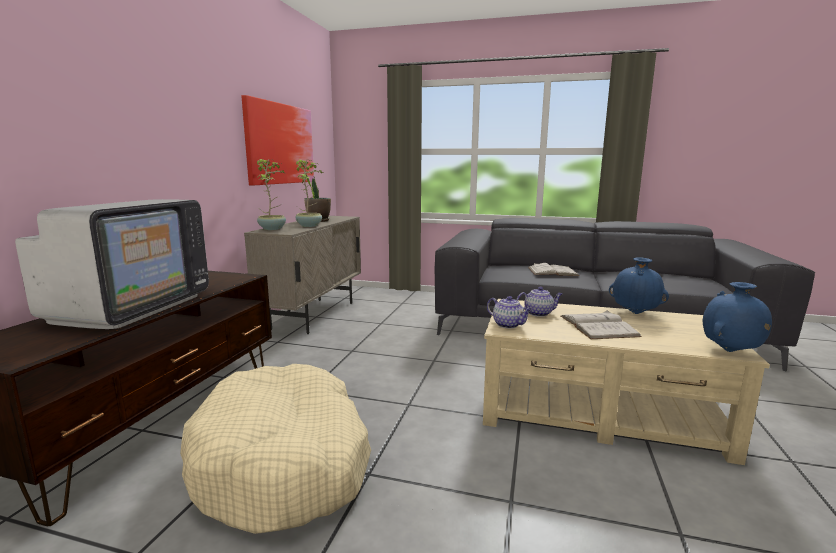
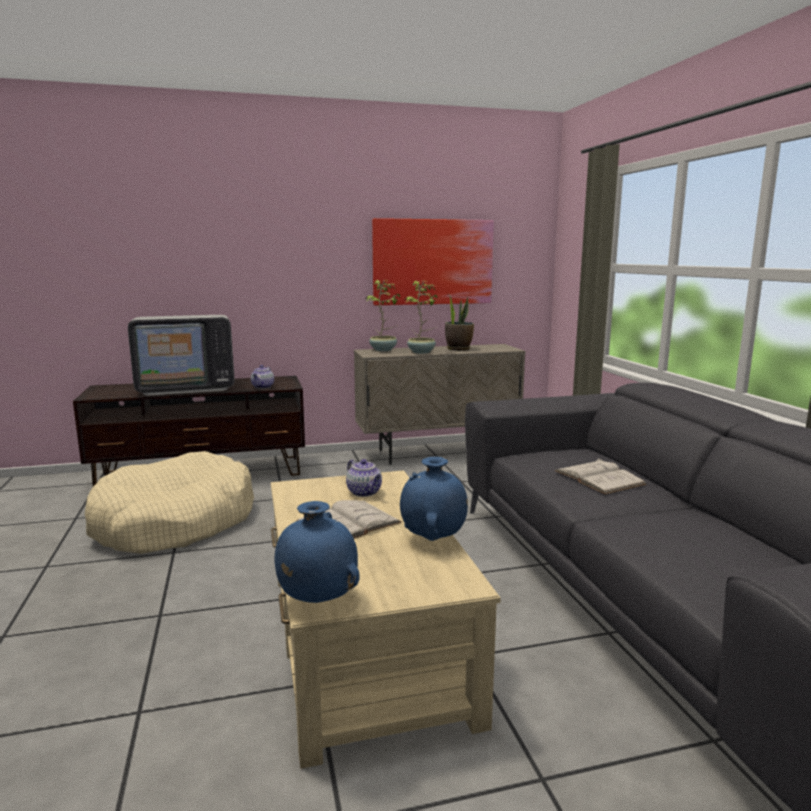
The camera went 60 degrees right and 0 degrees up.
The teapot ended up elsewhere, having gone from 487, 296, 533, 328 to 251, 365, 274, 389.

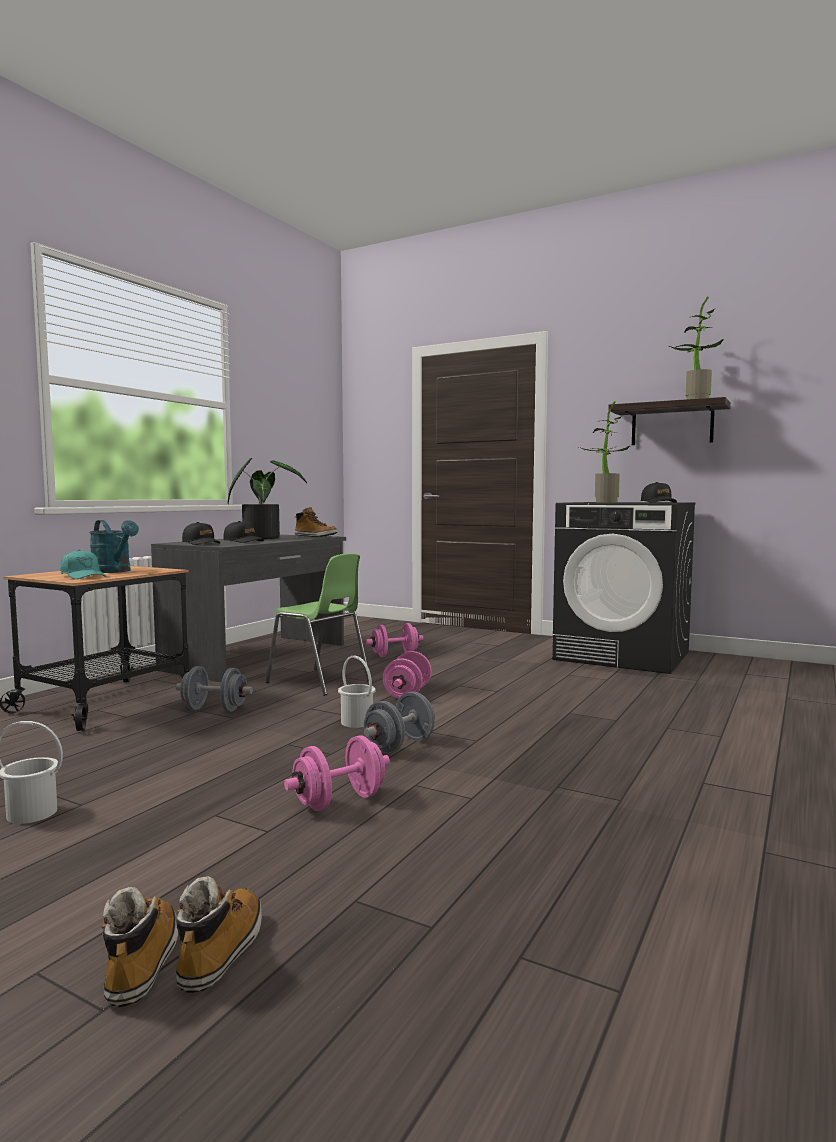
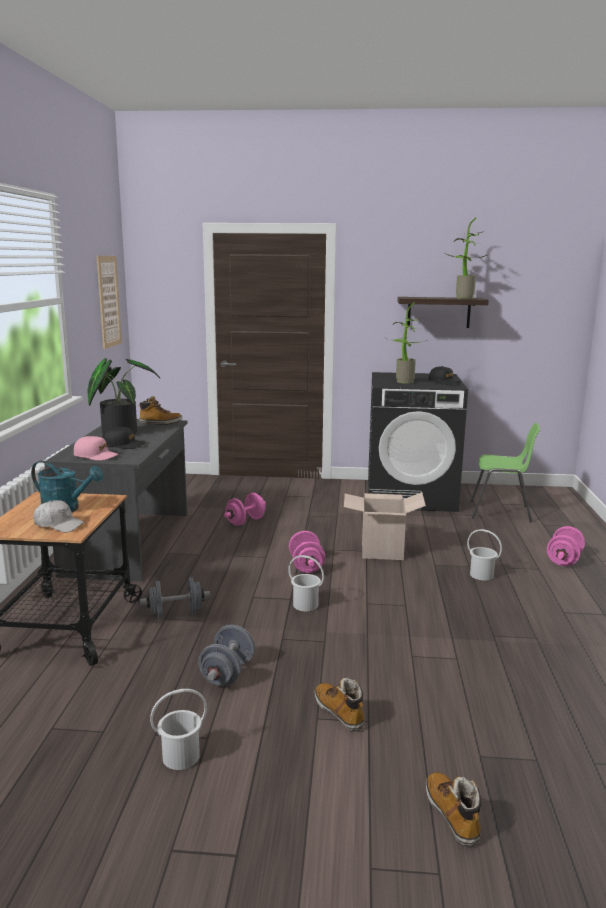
The camera went 25 degrees left and 10 degrees up.
What was the turquoise cap at 60, 550, 106, 579 turned into the white cap at 33, 500, 86, 533.
What was the black cap at 182, 522, 220, 545 turned into the pink cap at 74, 436, 119, 461.
The second view gained the picture at 97, 256, 122, 349.
The grey dumbbell ended up elsewhere, having gone from 364, 692, 435, 753 to 198, 625, 255, 686.
The boot ended up elsewhere, having gone from 101, 887, 178, 1007 to 315, 678, 365, 731.
The second view gained the cardboard box at 344, 492, 426, 560.
The second view gained the white bucket at 467, 529, 502, 581.
The green chair ended up elsewhere, having gone from 266, 553, 369, 696 to 471, 423, 540, 523.
The pink dumbbell ended up elsewhere, having gone from 284, 735, 390, 811 to 547, 526, 585, 566.

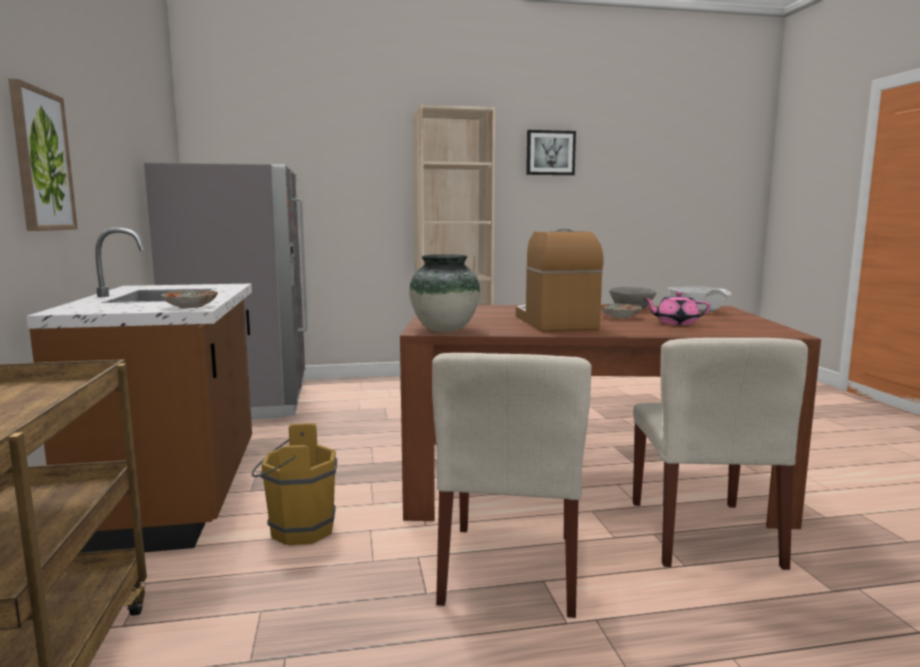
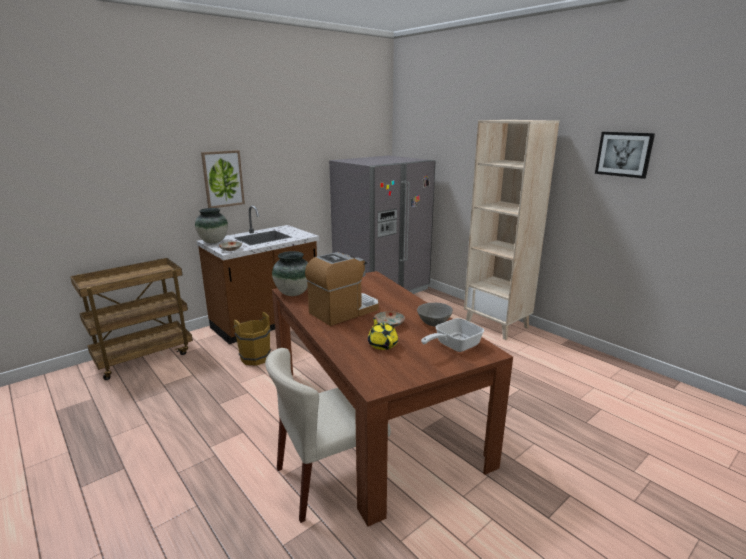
The camera went 60 degrees right and 10 degrees up.
The second view gained the vase at 195, 208, 228, 243.
What was the pink teapot at 644, 292, 710, 325 turned into the yellow teapot at 368, 318, 398, 350.
The second view lost the beige chair at 432, 353, 592, 618.

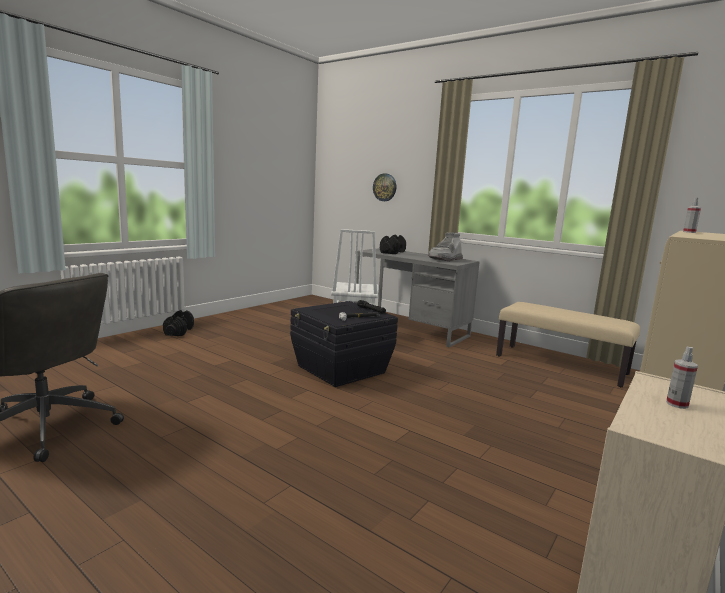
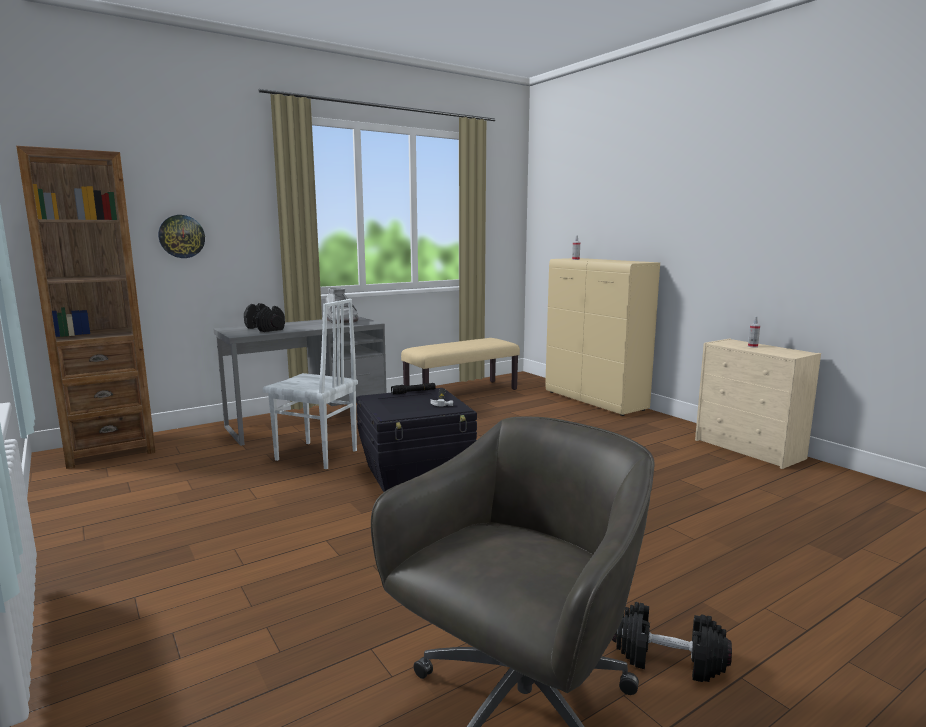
The camera went 70 degrees left and 0 degrees up.
The second view gained the brown bookcase at 16, 146, 156, 469.
The black dumbbell ended up elsewhere, having gone from 163, 310, 194, 336 to 612, 602, 732, 682.

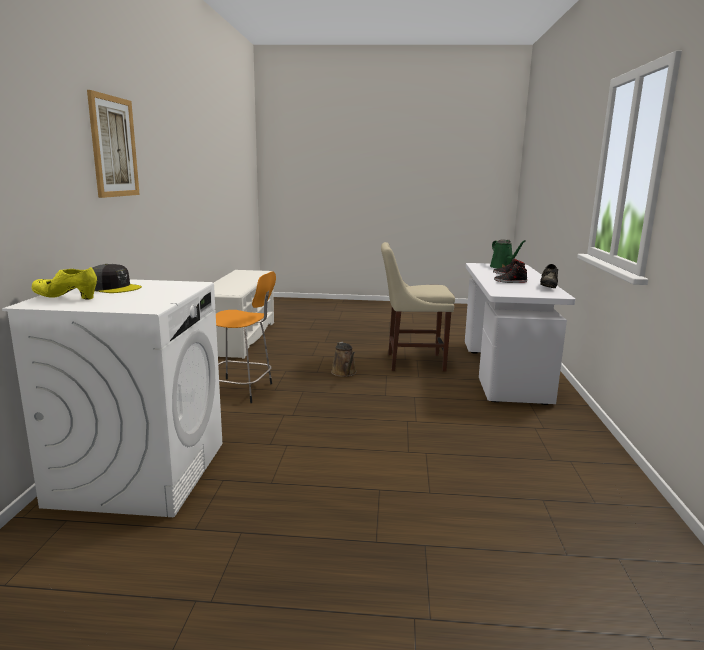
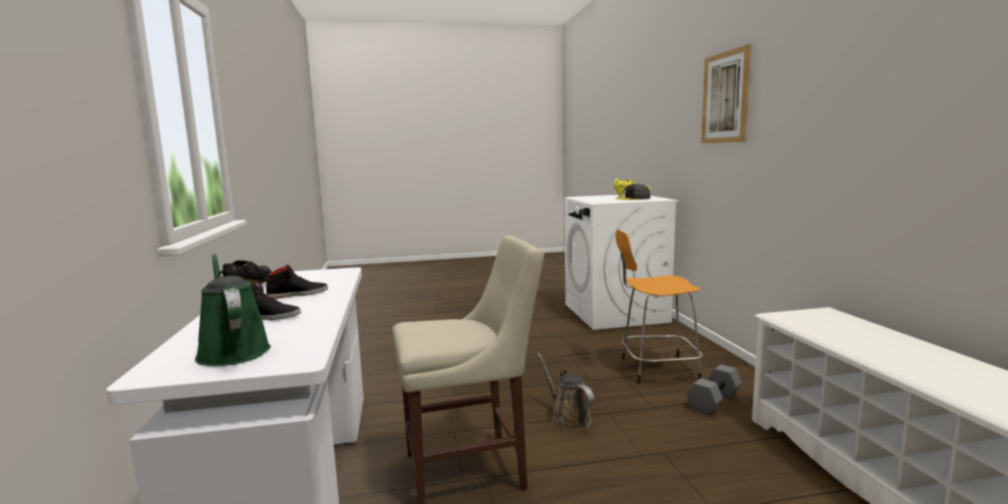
The camera went 165 degrees right and 5 degrees down.
The second view gained the grey dumbbell at 686, 364, 742, 415.

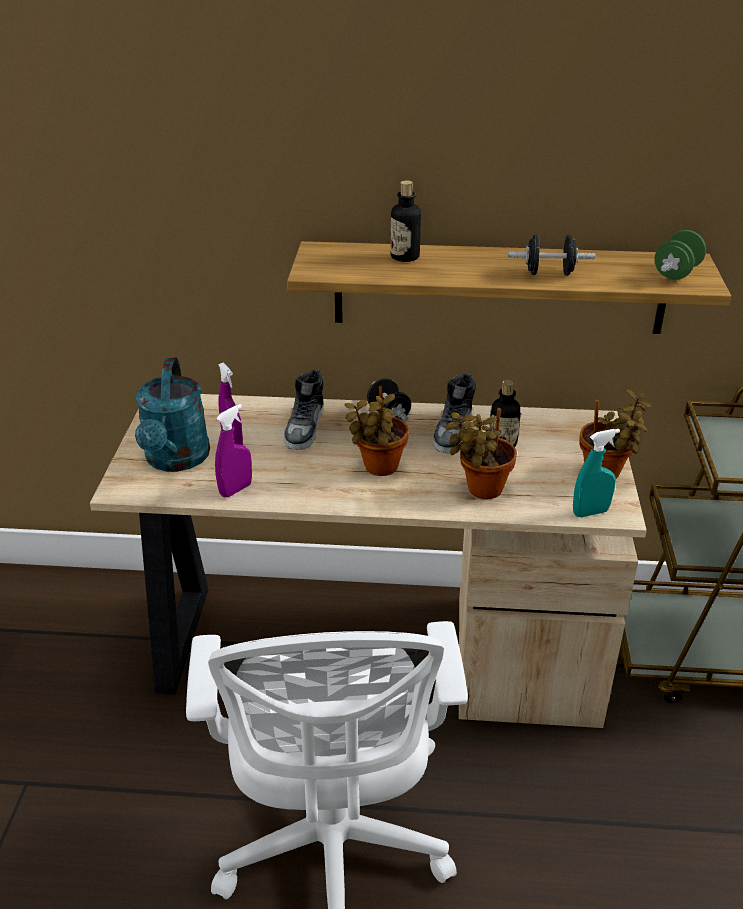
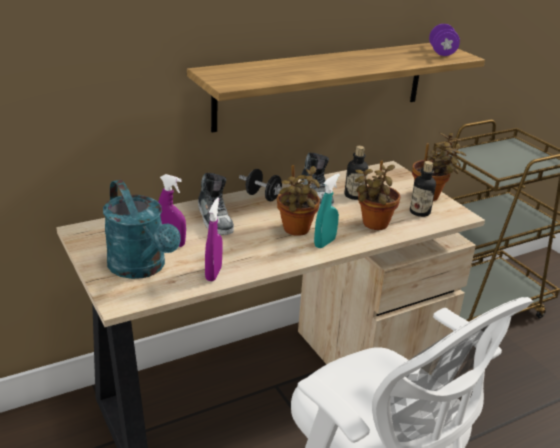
The camera went 35 degrees left and 5 degrees down.
The turquoise spray bottle ended up elsewhere, having gone from 573, 429, 620, 517 to 314, 174, 340, 248.
The bottle ended up elsewhere, having gone from 391, 180, 421, 262 to 410, 161, 436, 217.
What was the green dumbbell at 654, 230, 706, 280 turned into the purple dumbbell at 429, 24, 460, 56.
The second view lost the black dumbbell at 508, 235, 595, 276.

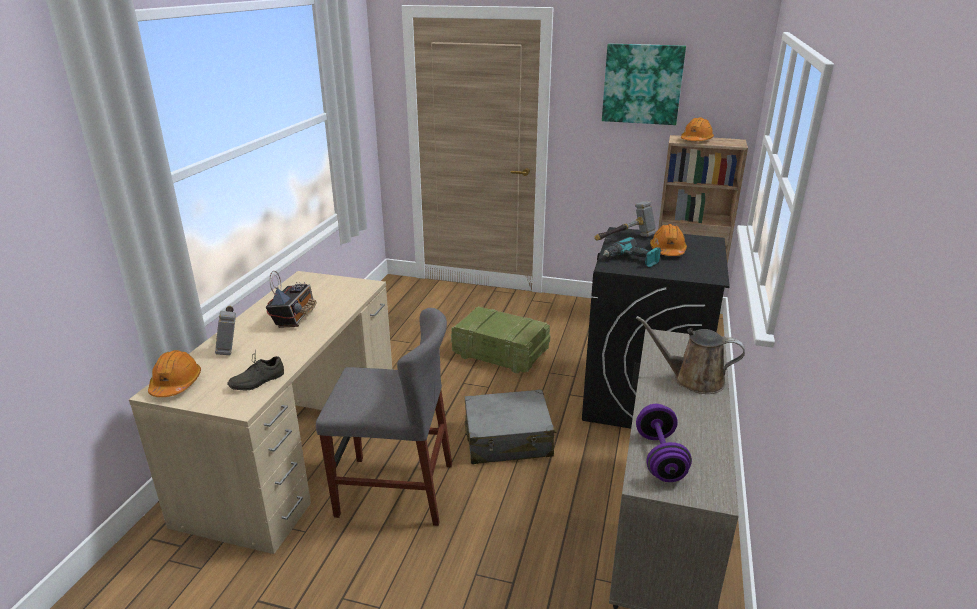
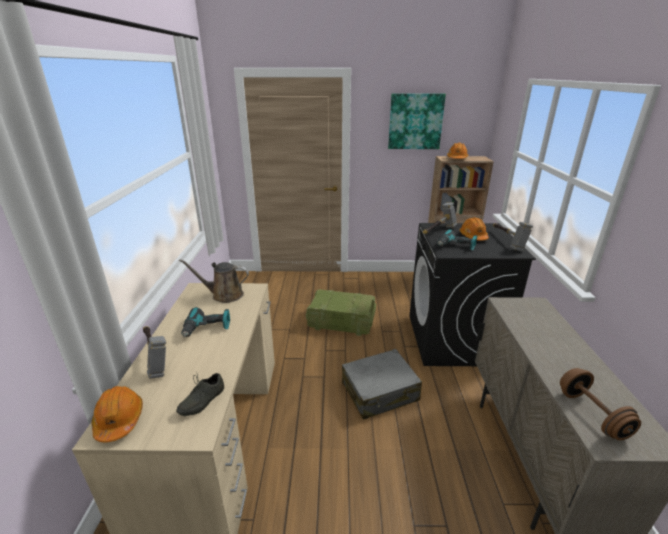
The camera went 15 degrees left and 0 degrees up.
The brown watering can ended up elsewhere, having gone from 636, 316, 745, 394 to 179, 259, 249, 303.
Where the radio stood at 266, 271, 317, 328, the power drill came to stand at 181, 307, 230, 337.
The second view gained the hammer at 493, 222, 533, 252.
What was the purple dumbbell at 636, 404, 692, 482 turned into the brown dumbbell at 560, 368, 641, 440.
The second view lost the grey chair at 316, 308, 452, 526.

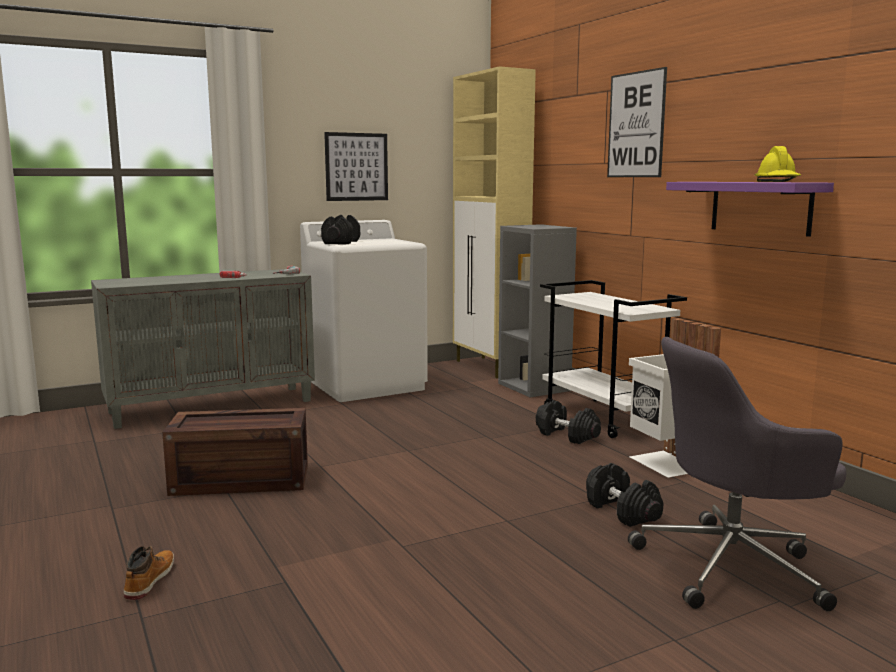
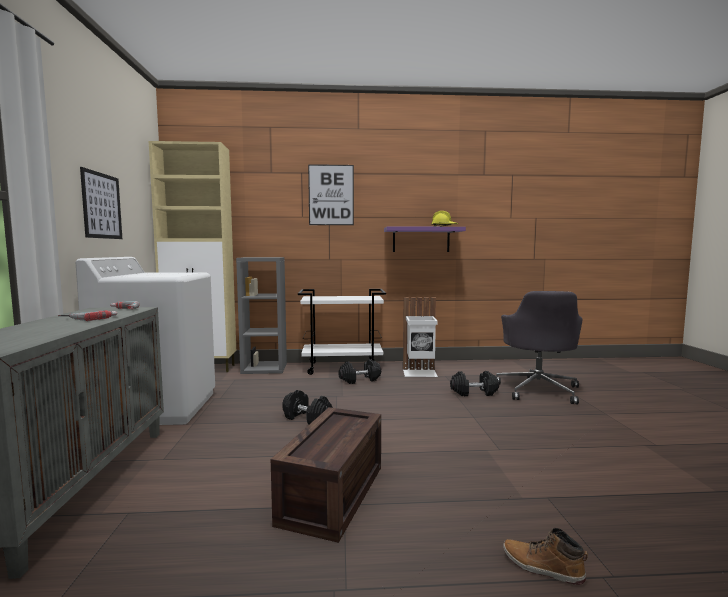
The camera went 65 degrees left and 5 degrees down.
The black dumbbell ended up elsewhere, having gone from 321, 215, 360, 244 to 282, 390, 333, 425.

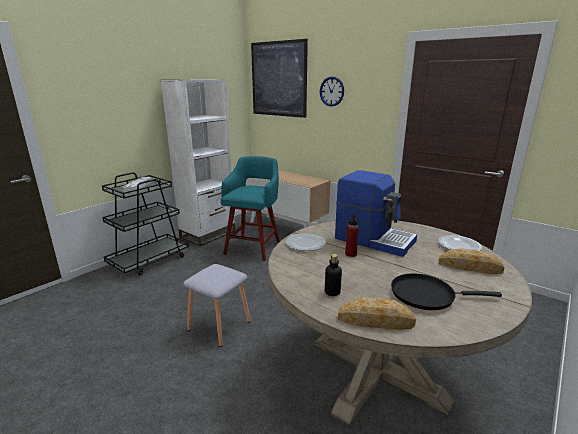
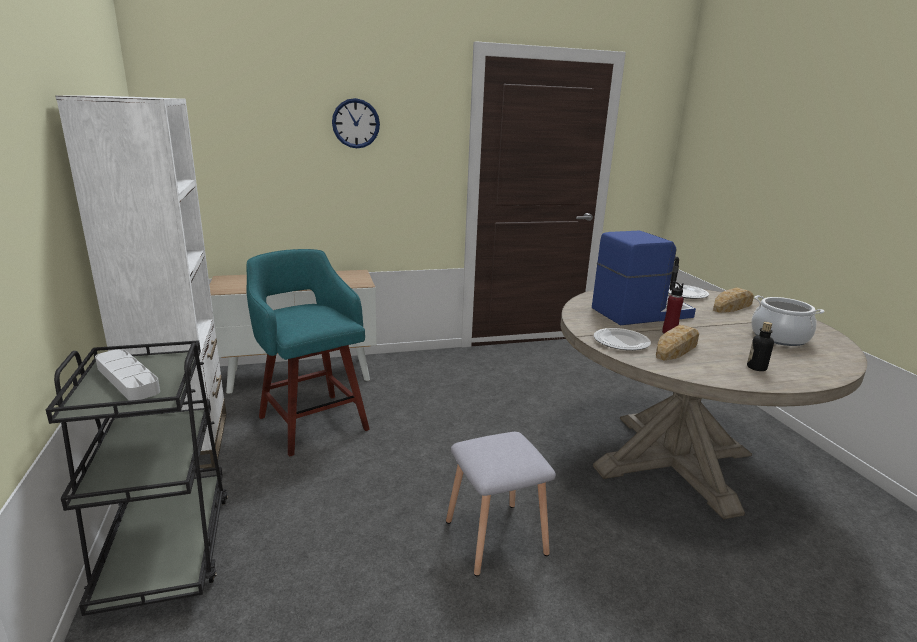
The camera went 55 degrees left and 0 degrees up.
The bread ended up elsewhere, having gone from 338, 297, 416, 330 to 656, 325, 699, 360.
Where the black frying pan stood at 391, 273, 502, 310, the cooking pot came to stand at 751, 295, 824, 346.
The second view lost the picture at 251, 39, 308, 118.

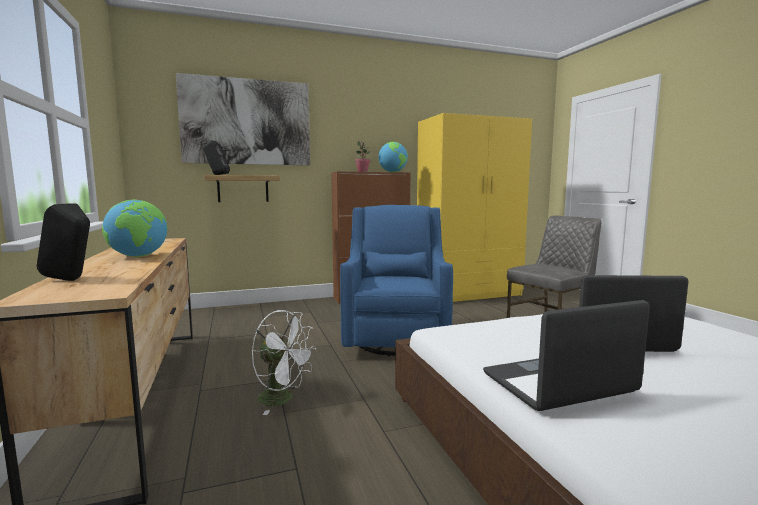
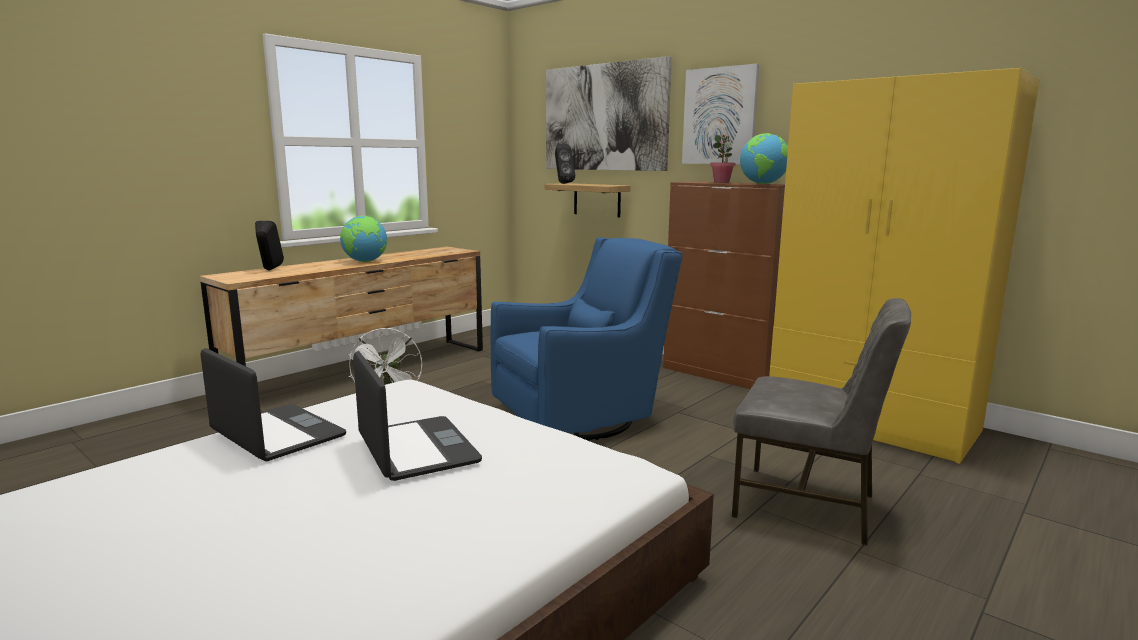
The camera went 60 degrees right and 5 degrees up.
The second view gained the picture at 682, 64, 760, 164.

